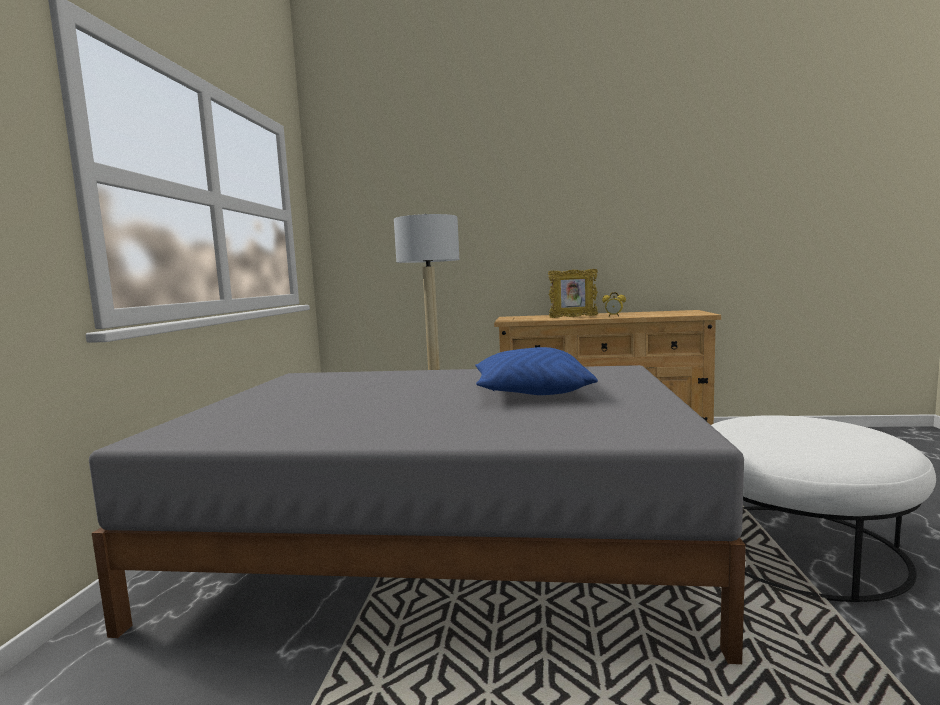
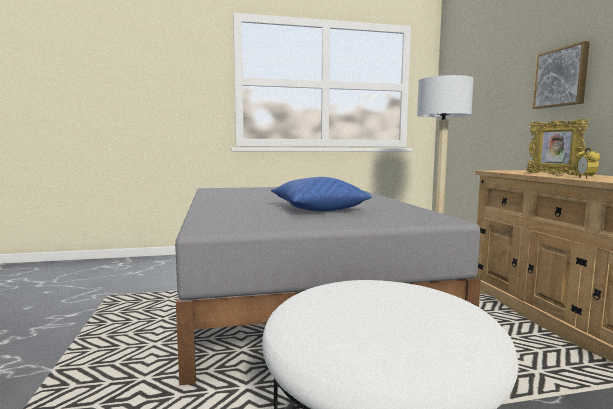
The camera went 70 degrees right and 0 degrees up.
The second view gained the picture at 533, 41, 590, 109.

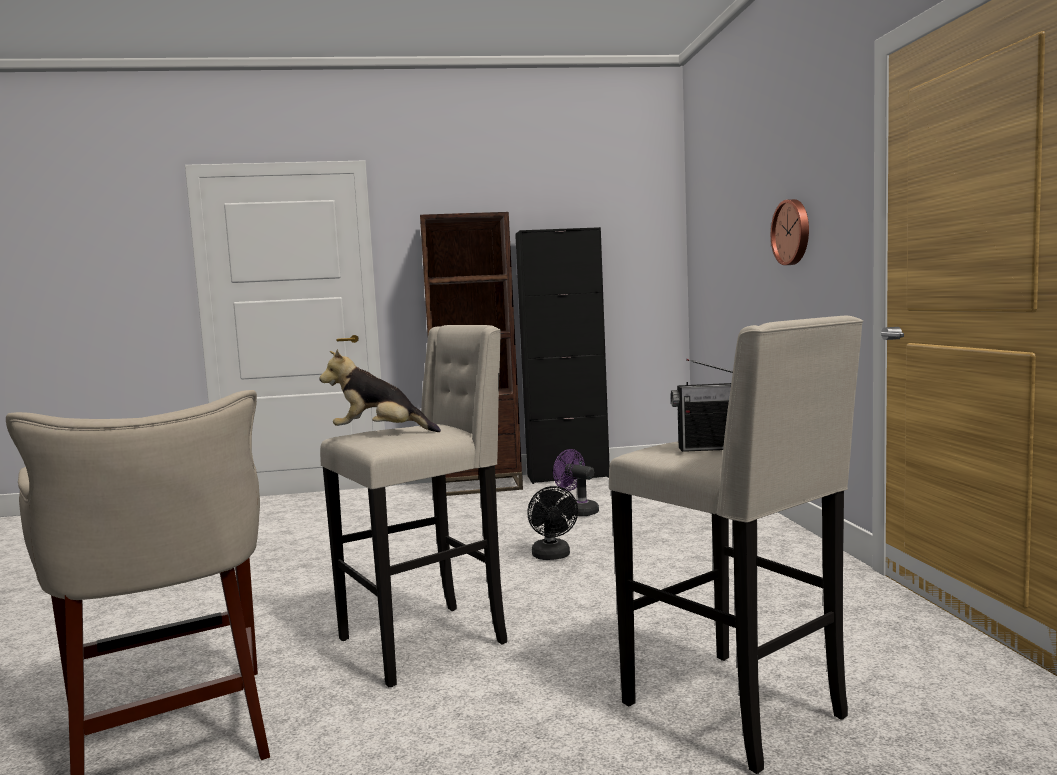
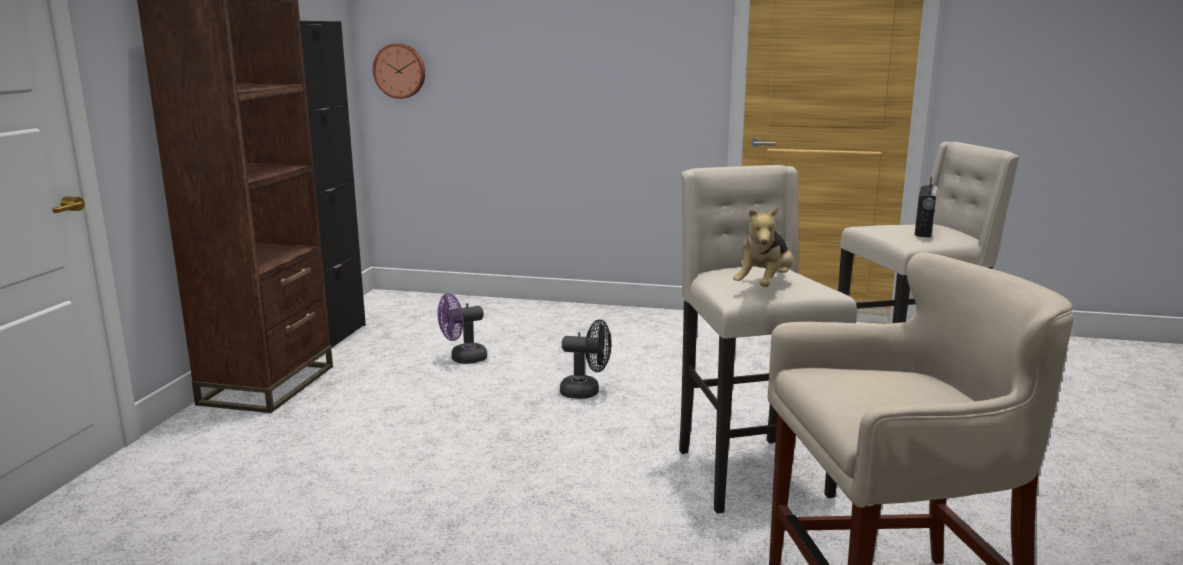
The camera went 70 degrees left and 10 degrees up.
The wall clock ended up elsewhere, having gone from 771, 199, 809, 265 to 373, 43, 425, 99.

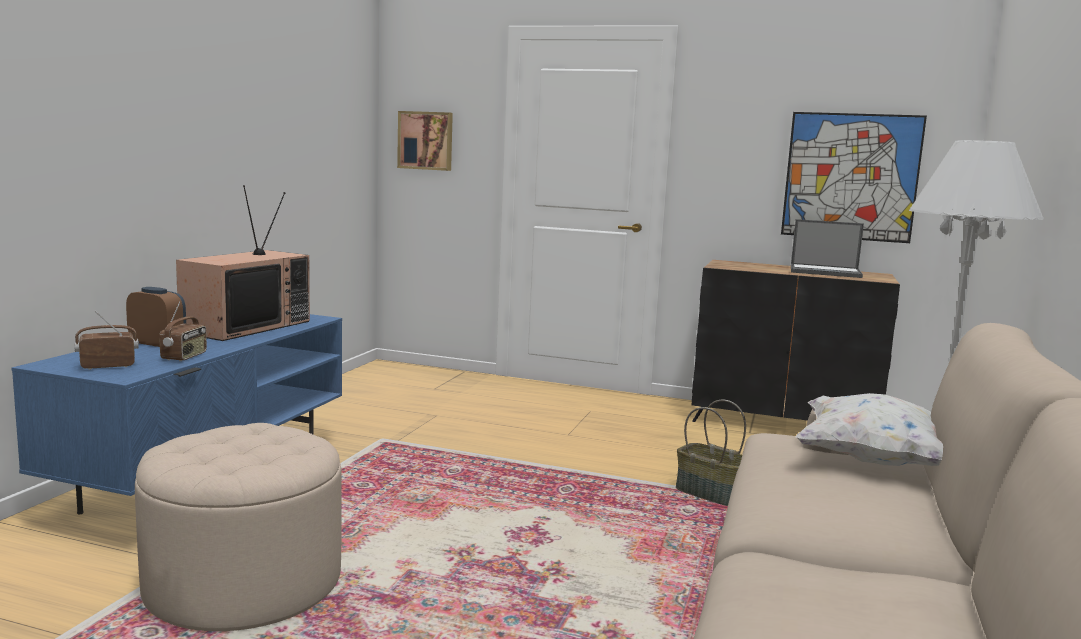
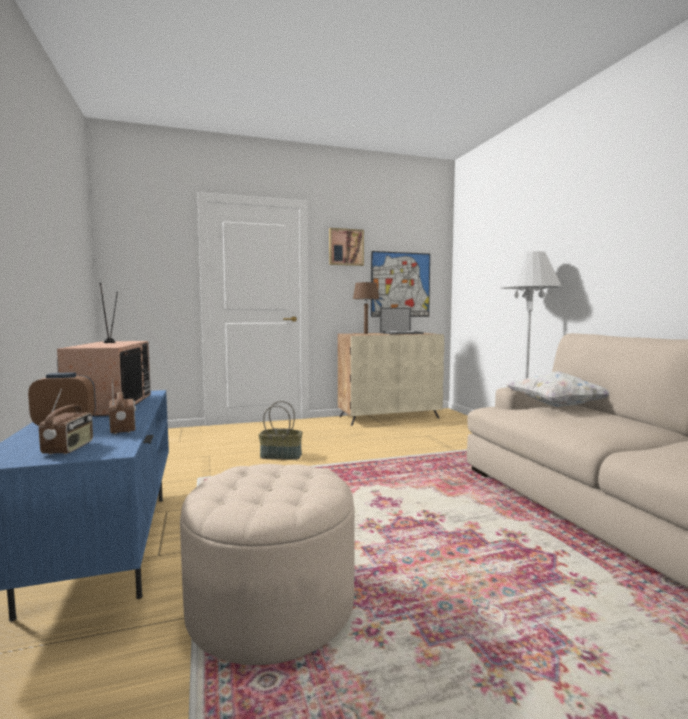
The camera went 35 degrees left and 5 degrees down.
The radio at 74, 311, 139, 370 ended up facing another way, 150 degrees clockwise from before.
The basket ended up elsewhere, having gone from 676, 399, 746, 506 to 259, 401, 302, 460.
The picture ended up elsewhere, having gone from 397, 111, 453, 171 to 329, 228, 364, 266.
What was the black cabinet at 692, 260, 900, 422 turned into the beige cabinet at 338, 333, 444, 426.
The second view gained the brown table lamp at 353, 282, 379, 334.

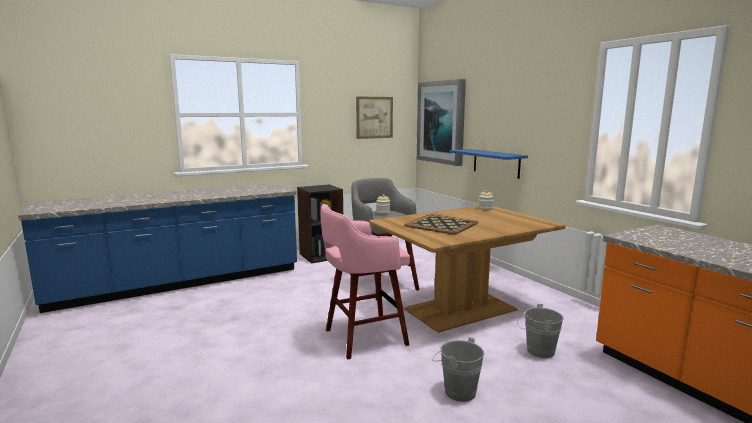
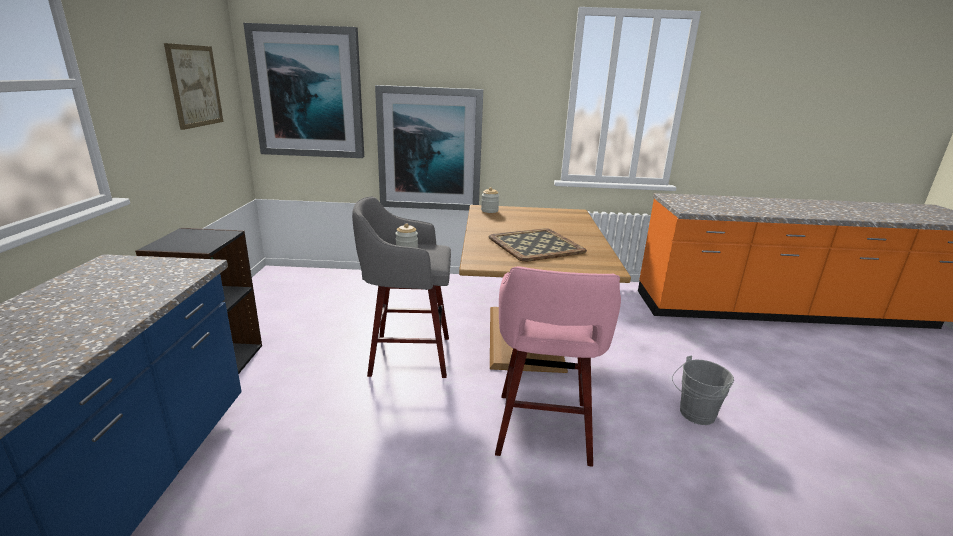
The camera went 60 degrees left and 10 degrees up.
Where the blue shelf hung at 450, 149, 528, 179, the picture came to hang at 375, 85, 483, 211.
The second view lost the grey bucket at 517, 304, 564, 358.

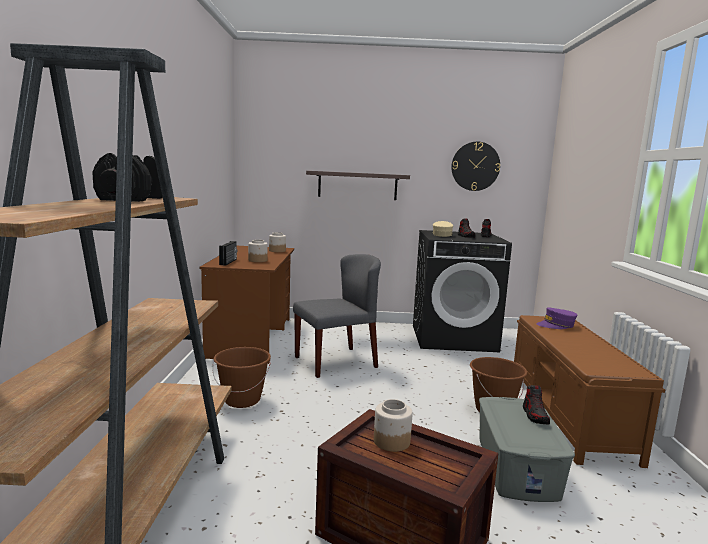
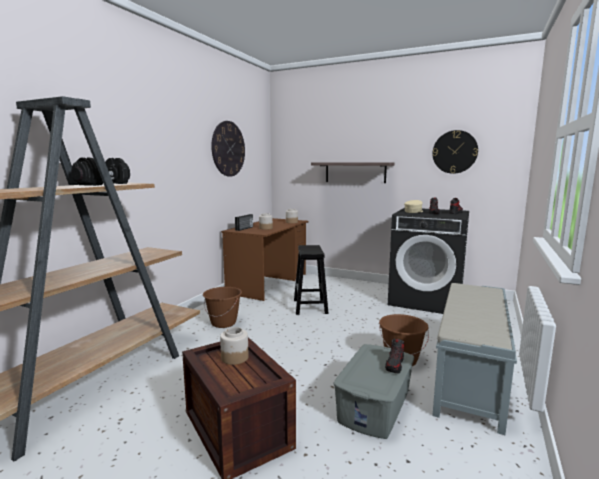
The camera went 25 degrees right and 0 degrees up.
The second view gained the wall clock at 211, 121, 245, 177.
Where the grey chair stood at 293, 254, 381, 378, the black stool came to stand at 294, 245, 329, 315.
What was the brown bench at 514, 315, 665, 468 turned into the grey bench at 432, 283, 517, 435.
The second view lost the purple cap at 537, 307, 578, 329.

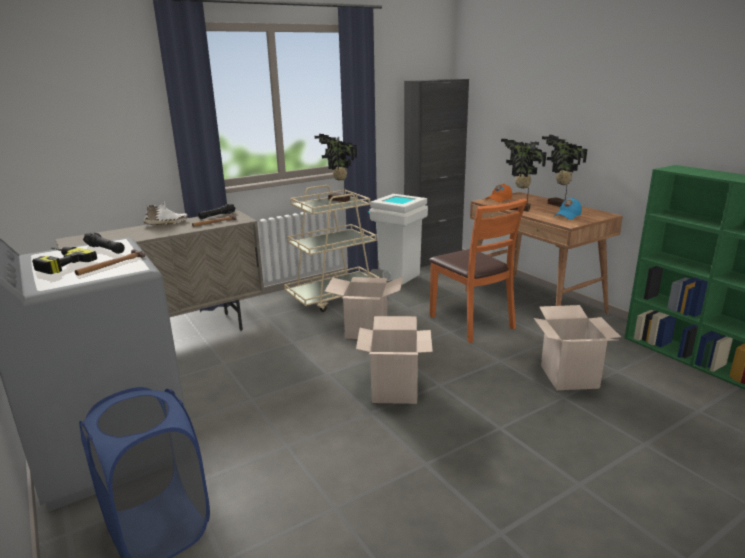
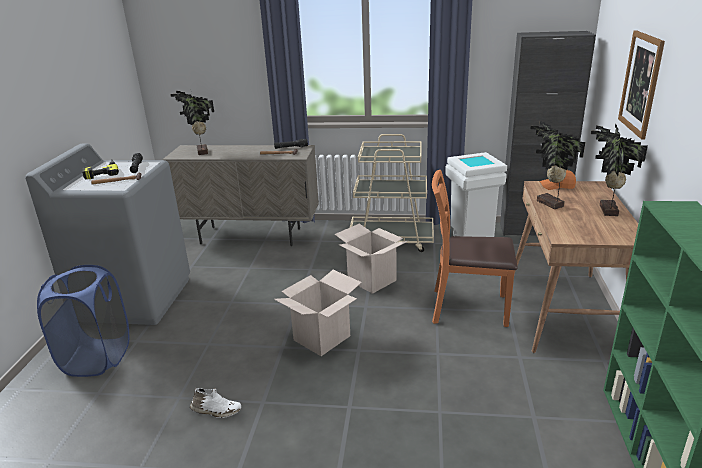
The camera went 40 degrees right and 5 degrees up.
The potted plant ended up elsewhere, having gone from 315, 134, 357, 202 to 170, 91, 214, 155.
The white shoe ended up elsewhere, having gone from 143, 202, 188, 225 to 190, 388, 241, 418.
The orange chair at 429, 198, 527, 343 ended up facing another way, 90 degrees clockwise from before.
The second view gained the picture at 618, 30, 665, 140.
The second view lost the cardboard box at 534, 305, 621, 390.
The second view lost the blue cap at 554, 198, 582, 220.

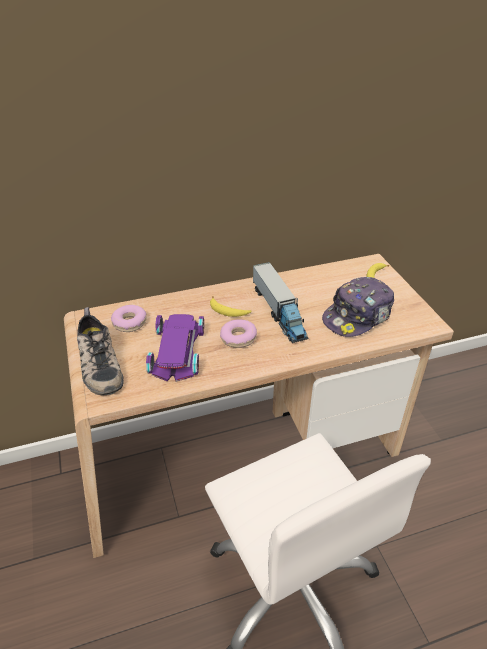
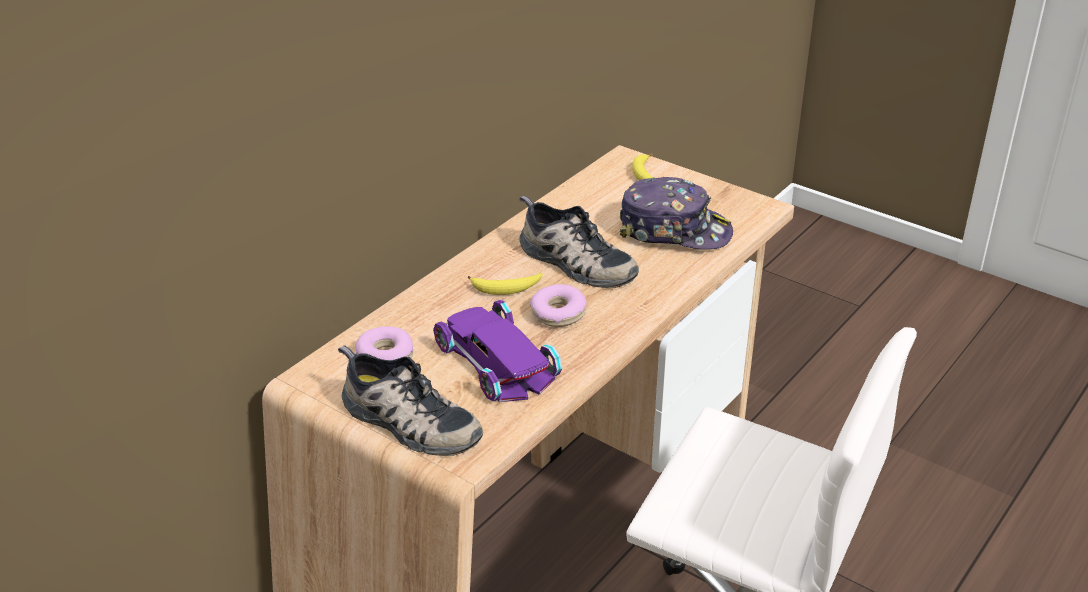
The camera went 35 degrees left and 5 degrees down.
Where the toy truck stood at 253, 262, 308, 343, the shoe came to stand at 519, 196, 639, 288.
The cap at 322, 277, 394, 337 ended up facing another way, 90 degrees counterclockwise from before.

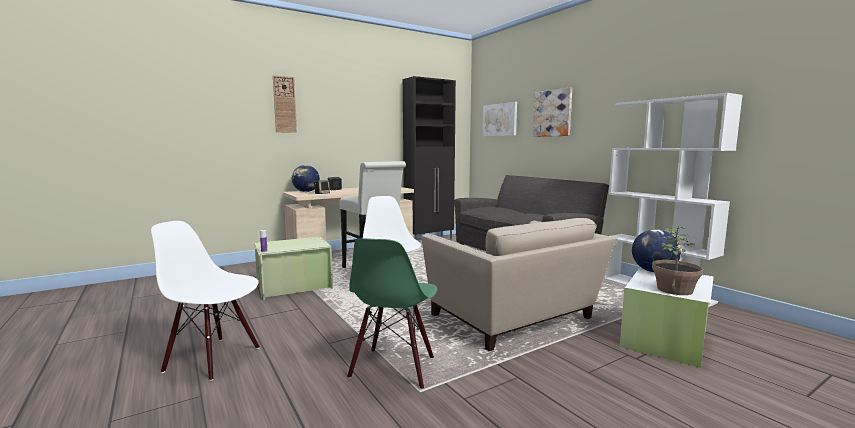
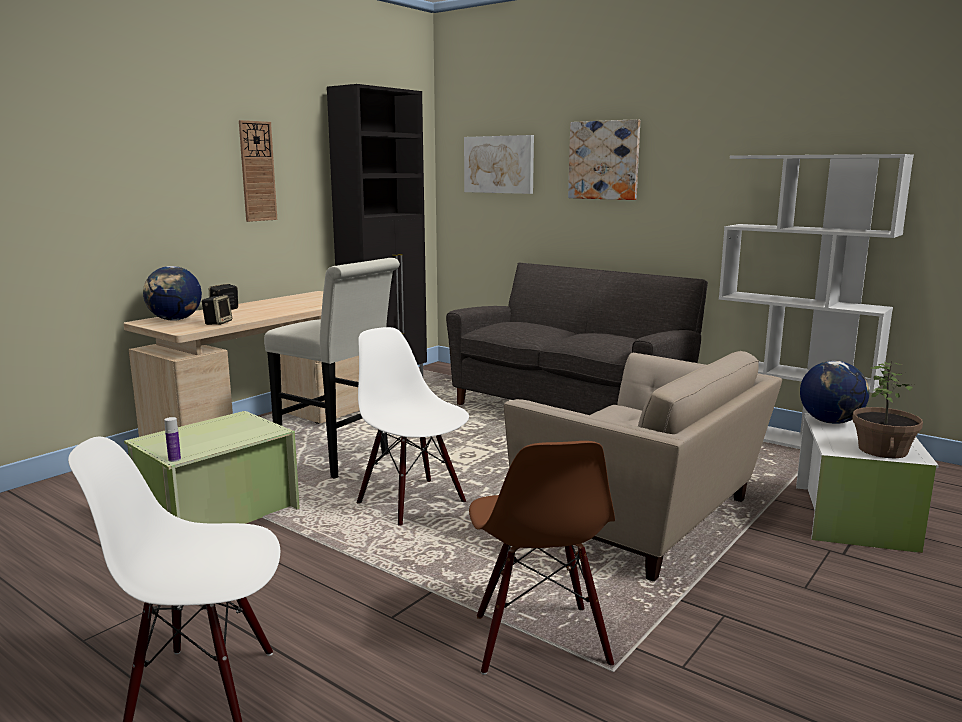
The camera went 20 degrees left and 5 degrees up.
The wall clock ended up elsewhere, having gone from 273, 75, 297, 133 to 239, 120, 277, 222.
What was the green chair at 347, 238, 437, 388 turned into the brown chair at 469, 441, 615, 675.

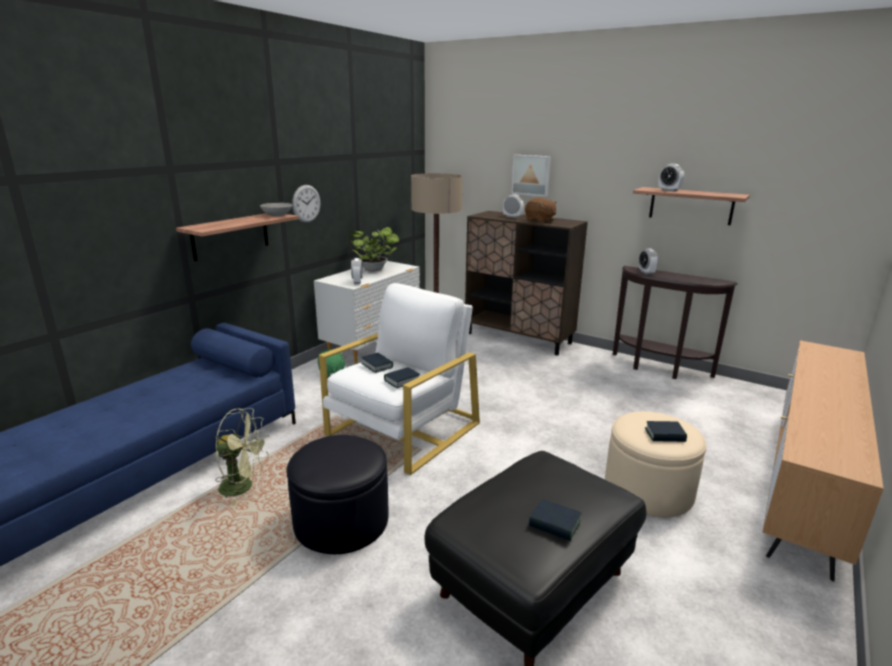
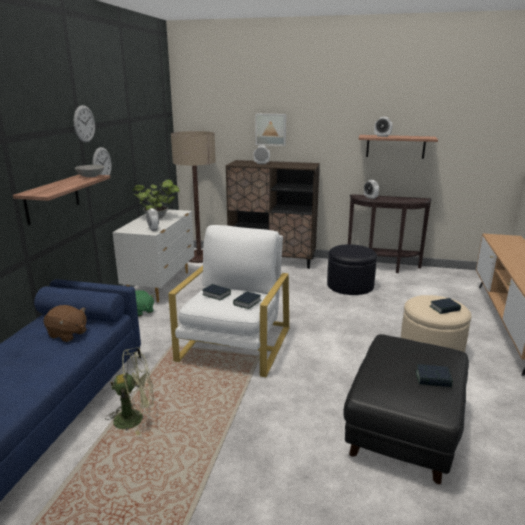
The camera went 20 degrees left and 0 degrees up.
The brown plush toy ended up elsewhere, having gone from 525, 198, 557, 223 to 43, 305, 87, 342.
The second view gained the wall clock at 74, 105, 95, 143.
The black ottoman ended up elsewhere, having gone from 287, 435, 389, 554 to 327, 244, 377, 295.

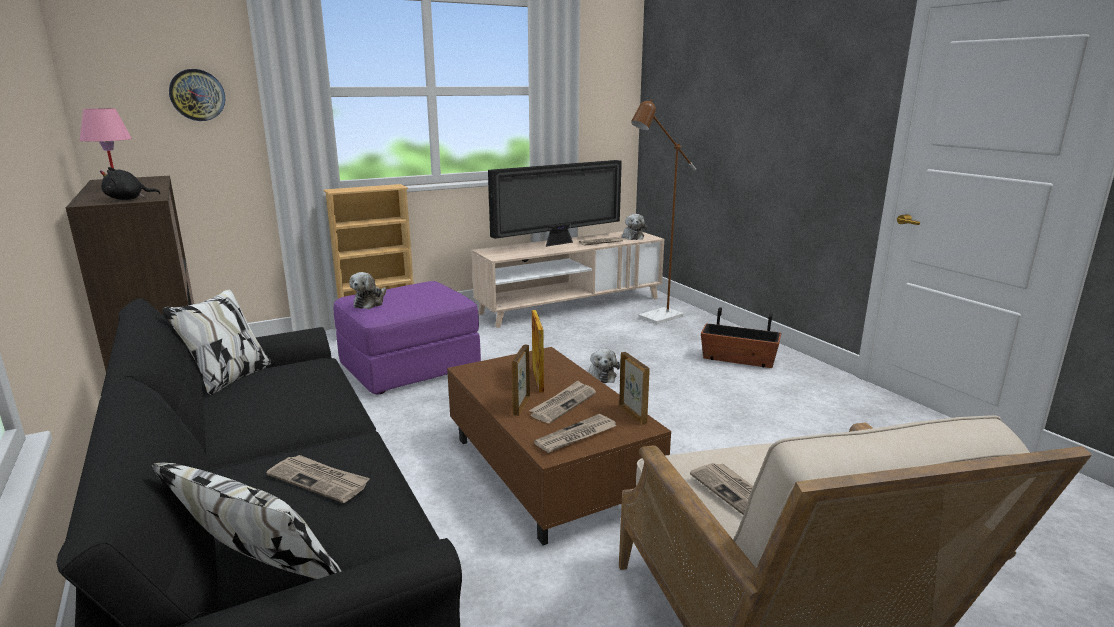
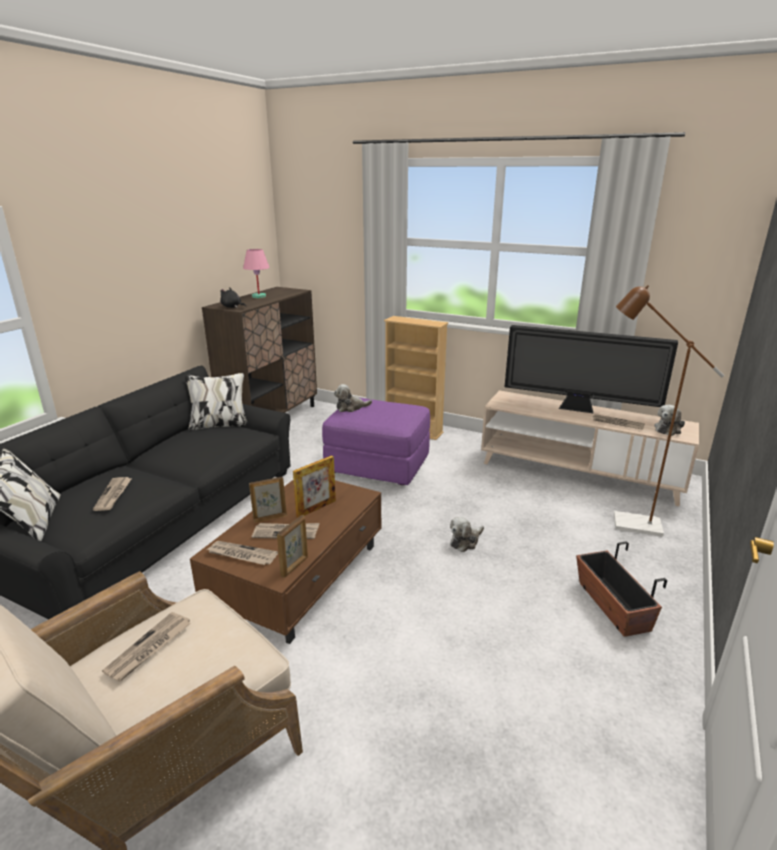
The camera went 55 degrees right and 5 degrees up.
The second view lost the wall clock at 169, 69, 225, 121.

